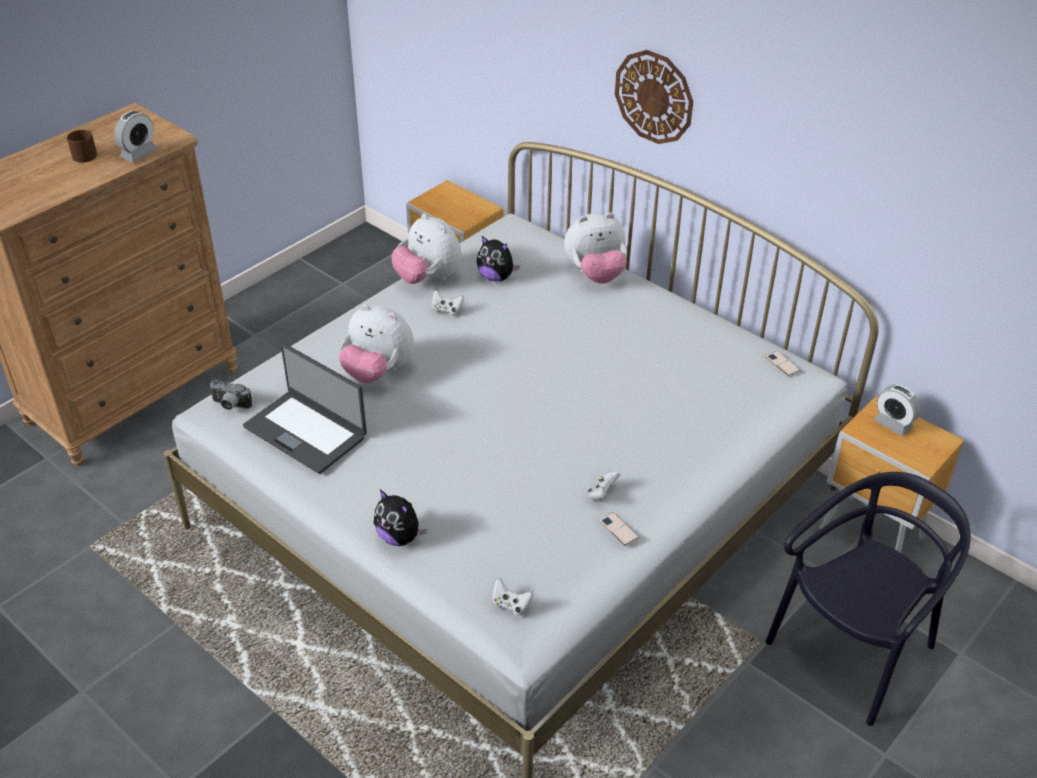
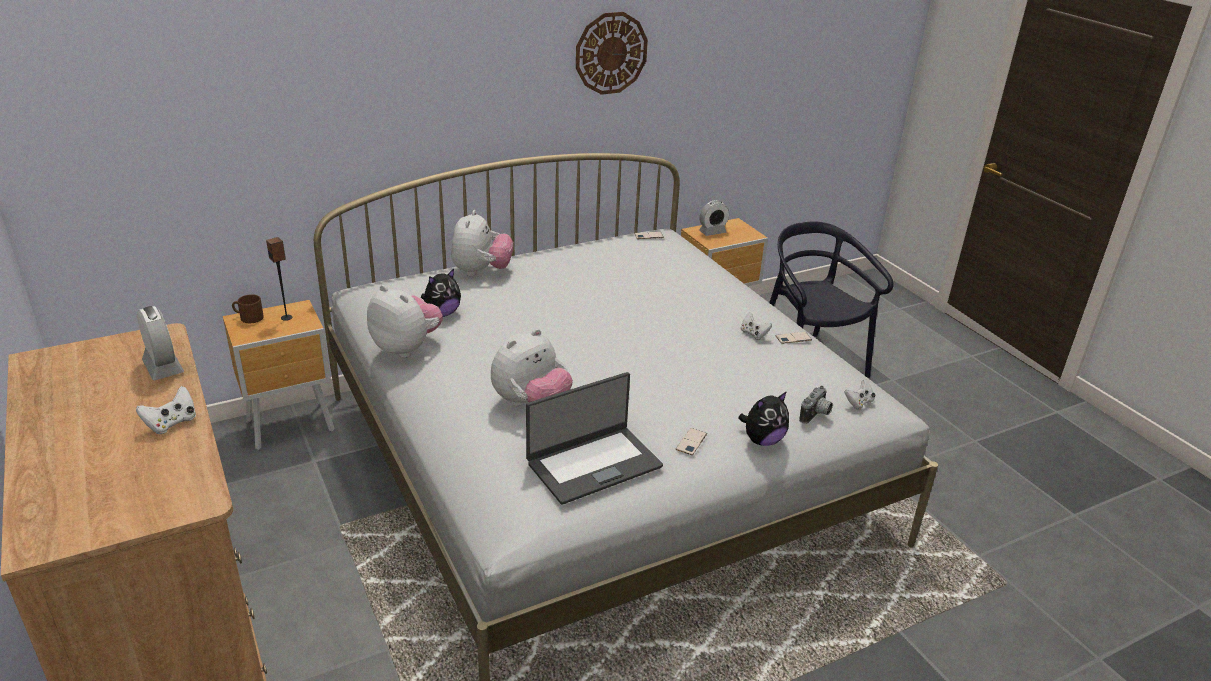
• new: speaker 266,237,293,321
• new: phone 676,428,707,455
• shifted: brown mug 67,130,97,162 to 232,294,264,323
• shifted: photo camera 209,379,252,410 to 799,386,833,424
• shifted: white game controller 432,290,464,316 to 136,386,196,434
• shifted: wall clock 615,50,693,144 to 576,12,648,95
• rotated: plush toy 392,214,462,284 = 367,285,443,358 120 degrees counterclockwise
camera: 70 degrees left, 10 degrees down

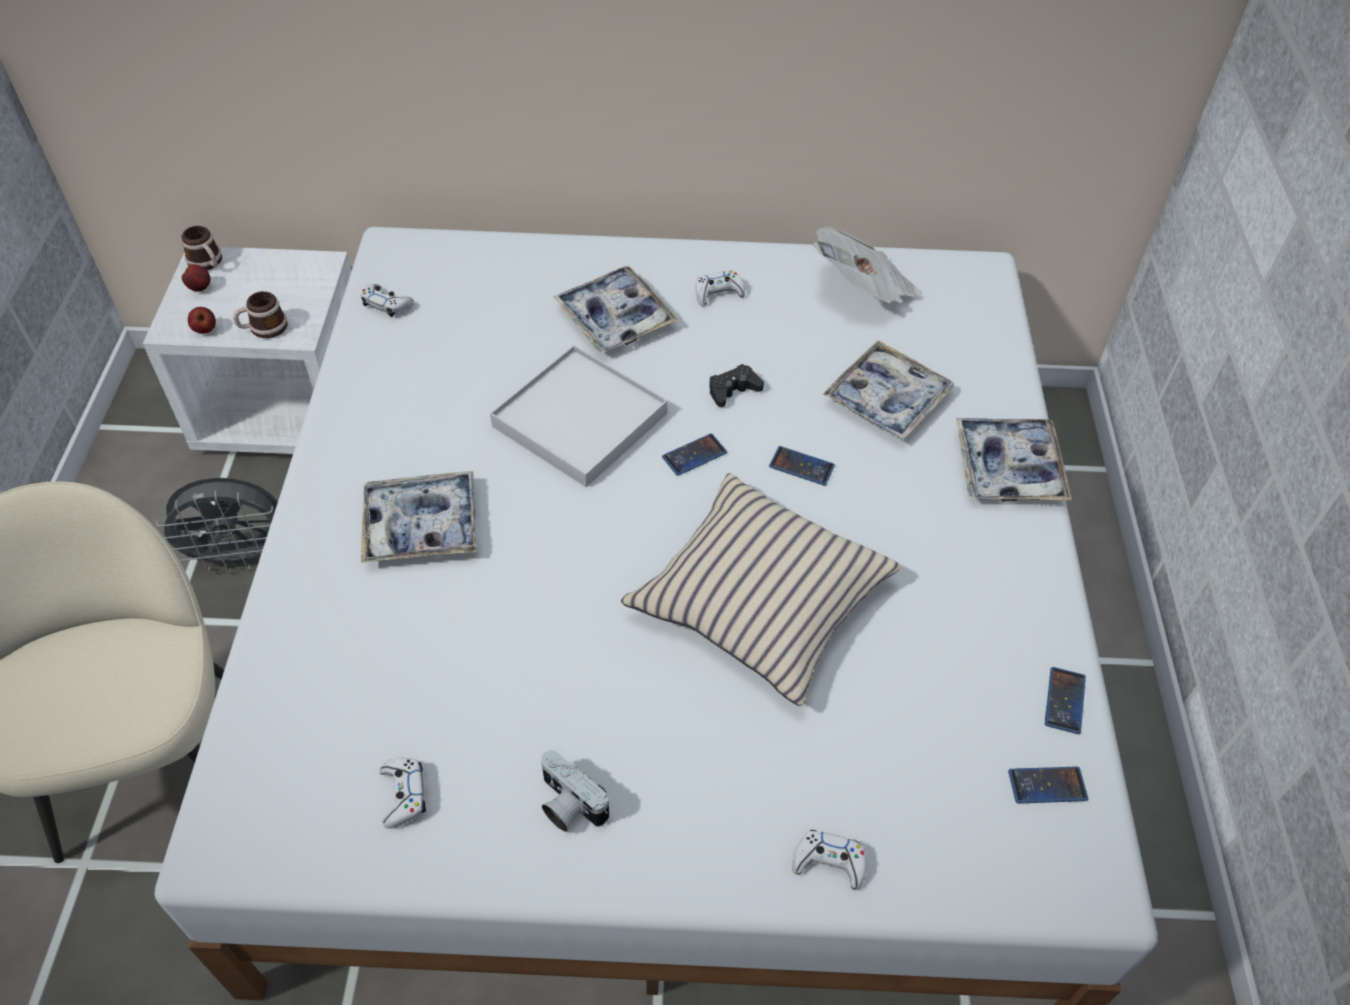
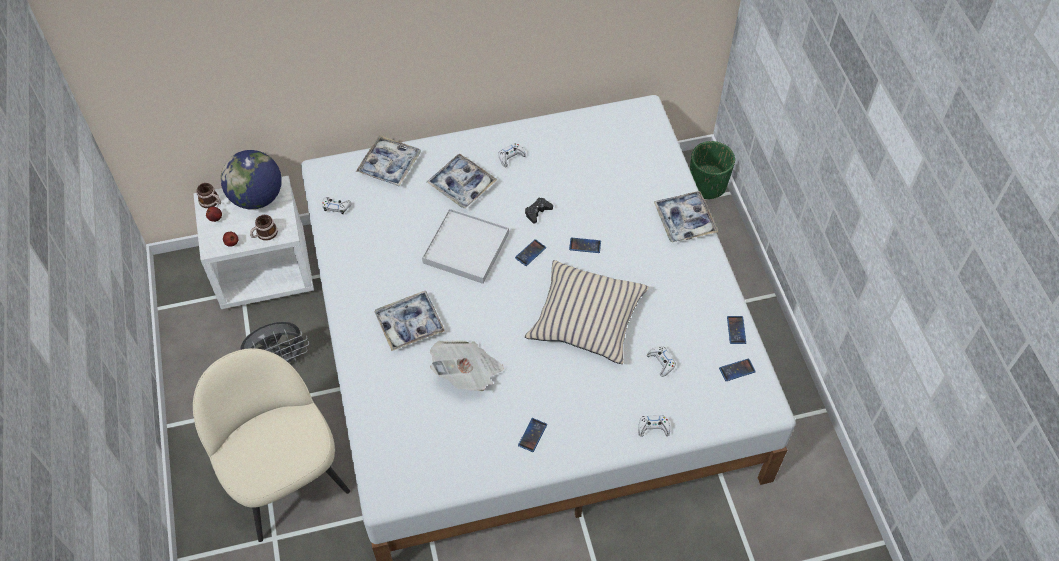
• new: globe 221,150,282,209
• new: green planter 690,141,735,199
• shifted: white game controller 380,757,426,829 to 647,346,676,377
• shifted: newspaper 813,226,922,304 to 430,340,504,392
• shifted: tray 823,340,954,440 to 356,135,421,186
• swapped: photo camera 541,750,609,832 to phone 518,418,547,452
camera: 15 degrees left, 5 degrees up

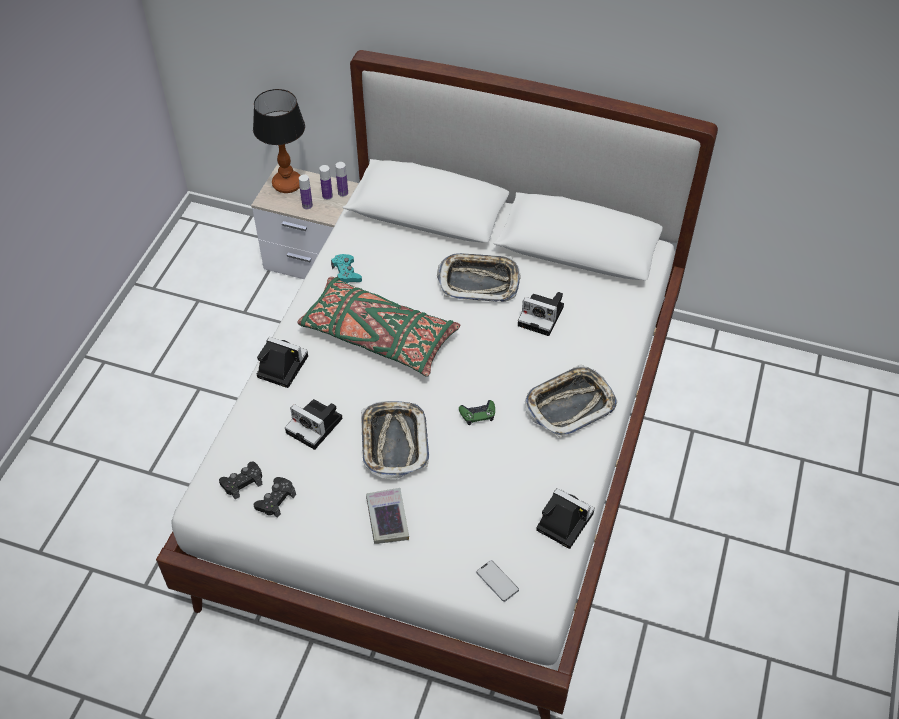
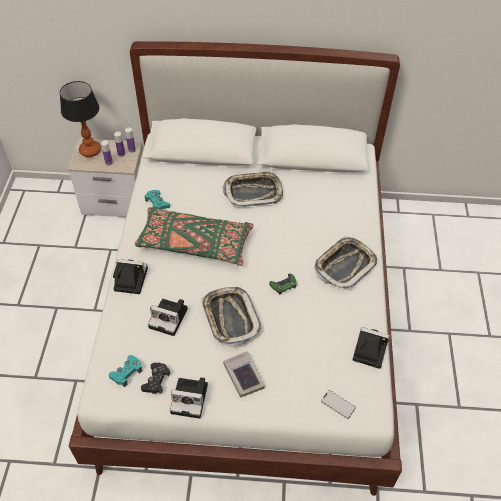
• shifted: photo camera 518,292,564,336 to 170,377,208,419
• repainted: black game controller 219,461,263,499 to turquoise game controller 108,355,142,387
camera: 15 degrees left, 0 degrees up

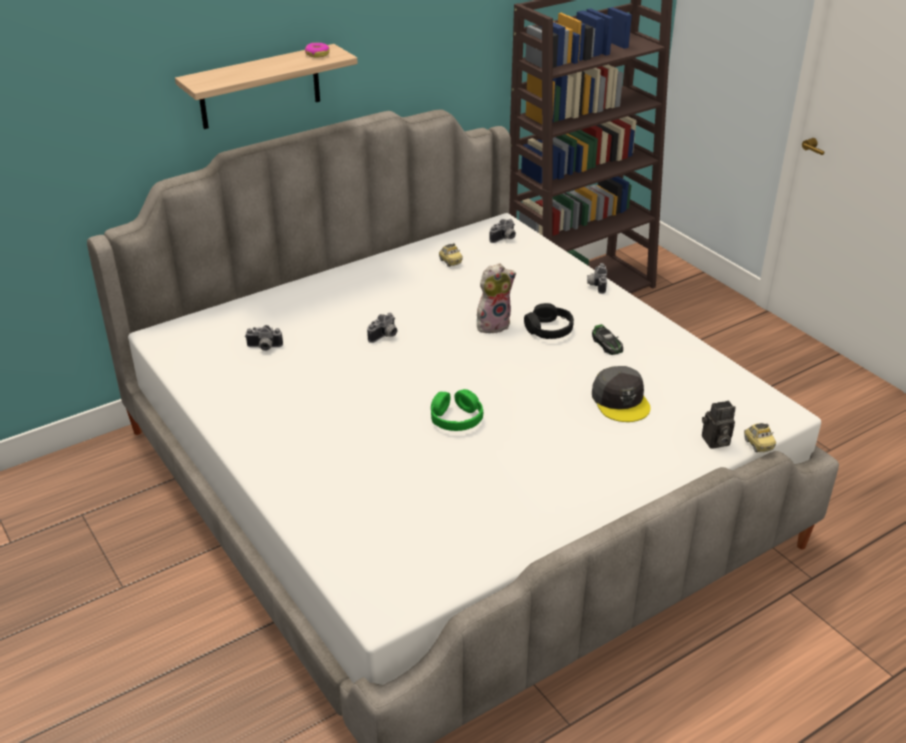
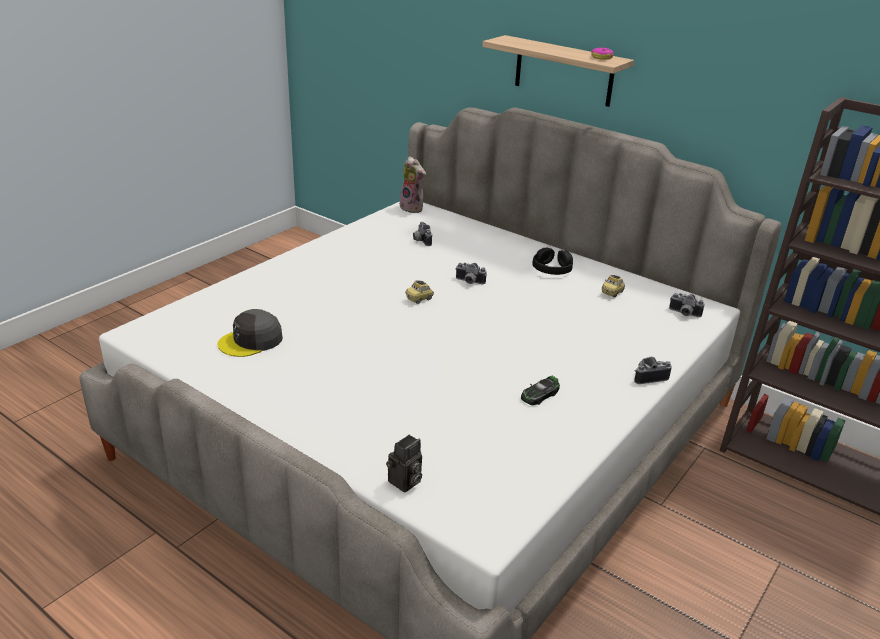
• gone: green headphones 431,389,483,431
• shifted: plush toy 477,263,516,333 to 400,156,426,213
• shifted: black headphones 524,303,574,339 to 532,247,573,275
• shifted: grey cap 592,366,650,422 to 218,309,283,357
• shifted: toy car 744,423,776,452 to 406,281,434,304
• rotated: photo camera 702,401,735,449 = 386,435,422,492 105 degrees counterclockwise
camera: 70 degrees right, 5 degrees down

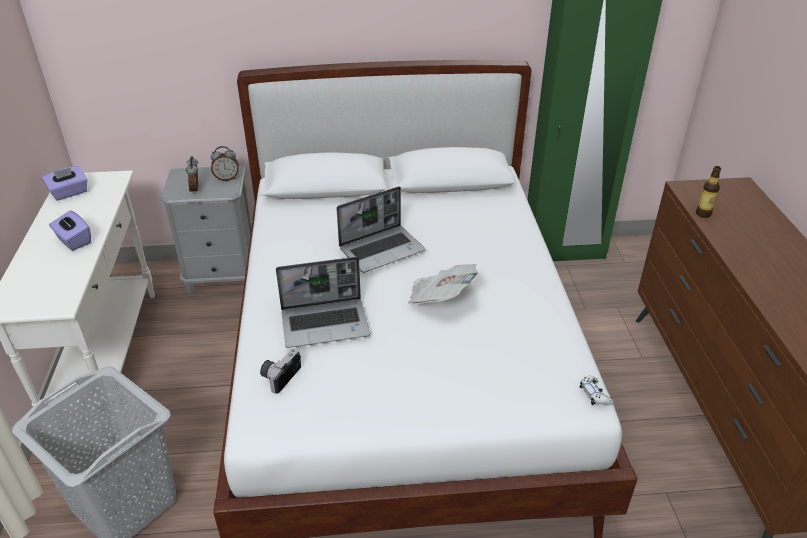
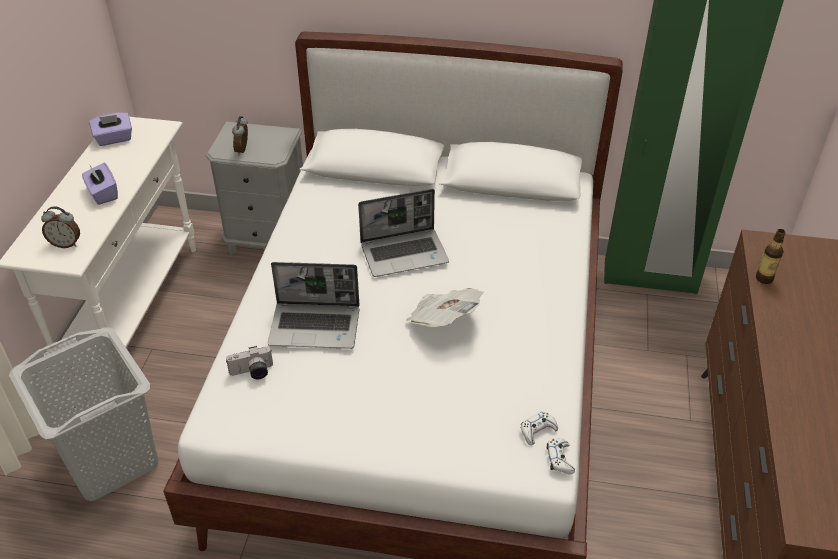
• new: white game controller 520,412,558,445
• shifted: alarm clock 211,146,239,181 to 41,206,80,248
• rotated: photo camera 260,348,301,394 = 226,346,273,379 150 degrees counterclockwise
camera: 15 degrees right, 5 degrees up

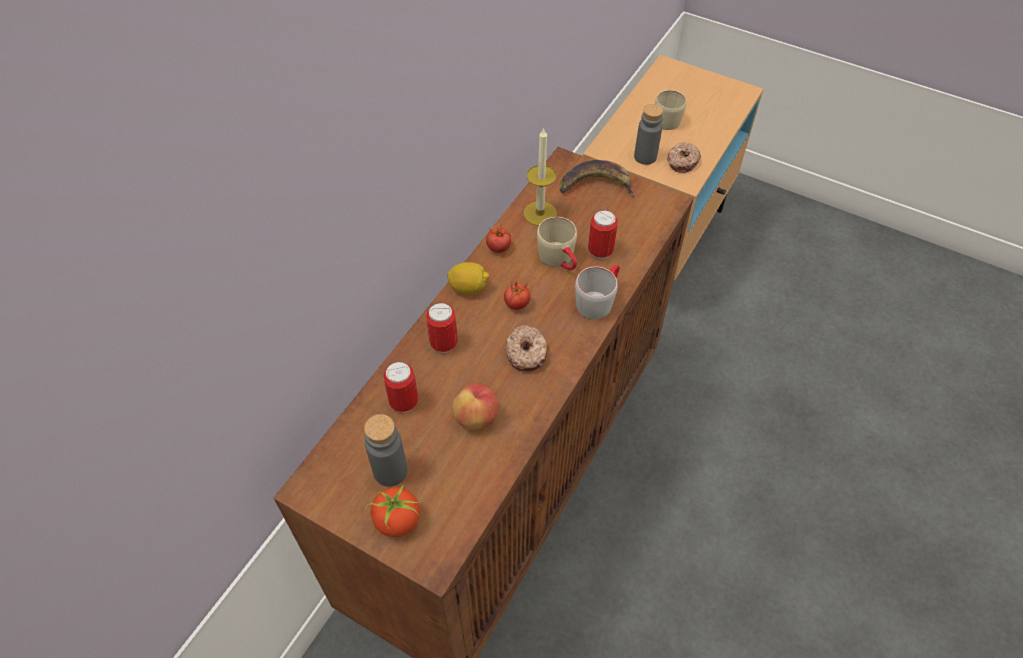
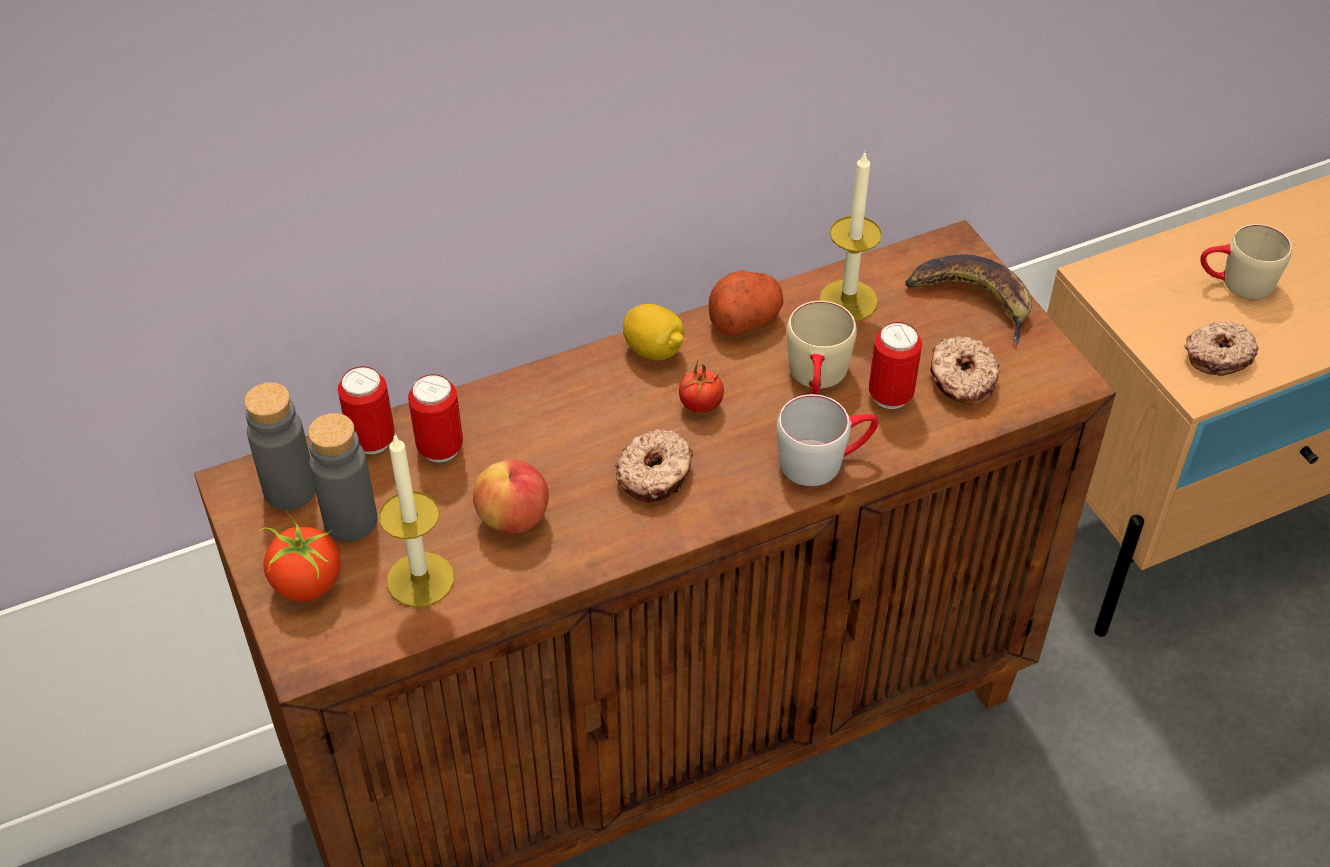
• new: candle 379,435,454,607
• new: donut 930,336,999,405
• shifted: can 426,302,458,353 to 338,366,395,454
• shifted: grey bottle 634,104,663,165 to 244,382,316,510
• swapped: tomato 486,225,511,253 to potato 709,271,783,336
camera: 35 degrees right, 5 degrees down

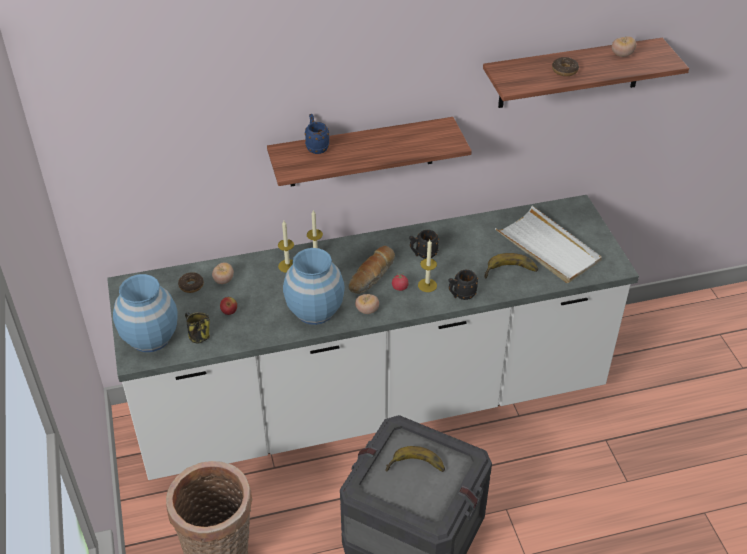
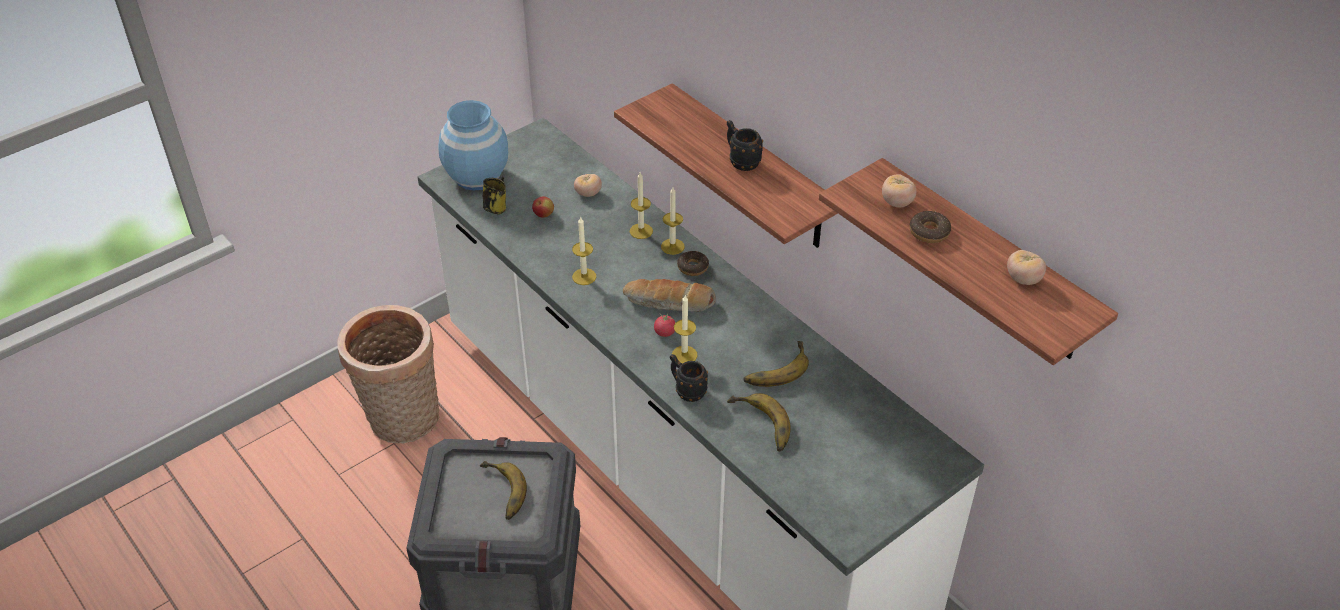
• gone: blue mug 305,114,329,154
• gone: white tray 495,206,602,283
• new: banana 743,341,809,387
• shifted: donut 178,272,204,293 to 677,251,709,276
• shifted: tomato 355,294,379,314 to 882,174,916,207
• shifted: black mug 409,230,439,259 to 727,120,763,171
• swapped: blue vase 283,248,345,325 to candle 572,217,596,285
camera: 65 degrees right, 0 degrees up

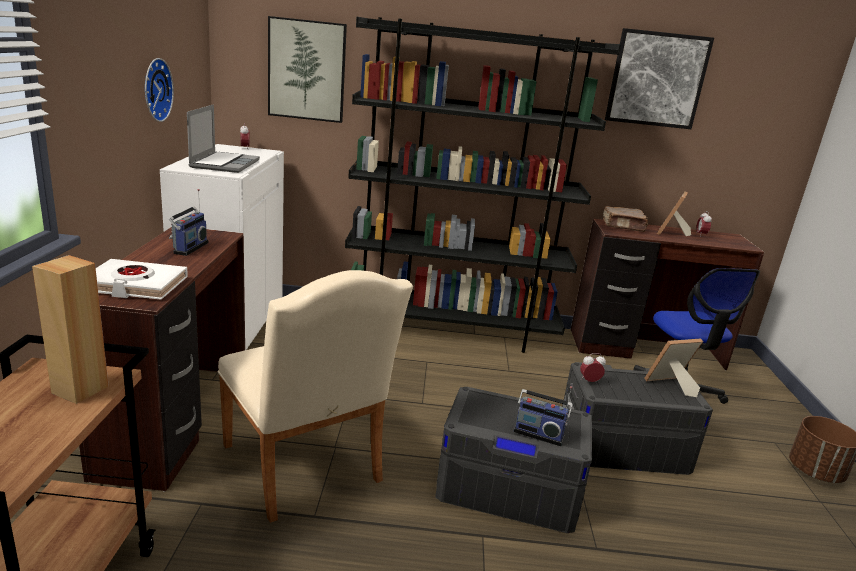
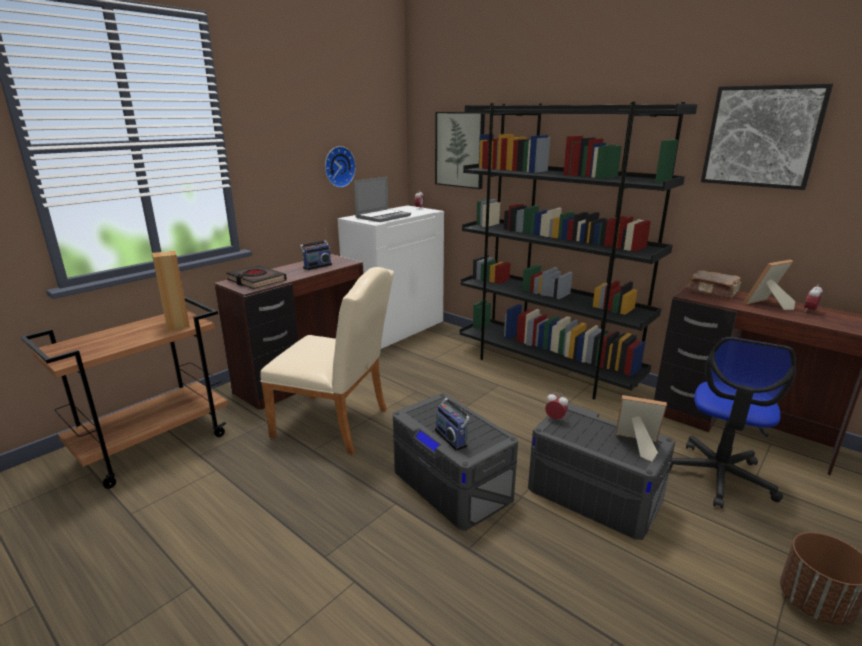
• repainted: white book 96,259,188,300 to black book 226,265,287,289
• rotated: beige chair 217,270,413,523 = 260,267,394,454 75 degrees counterclockwise
camera: 40 degrees right, 0 degrees up

